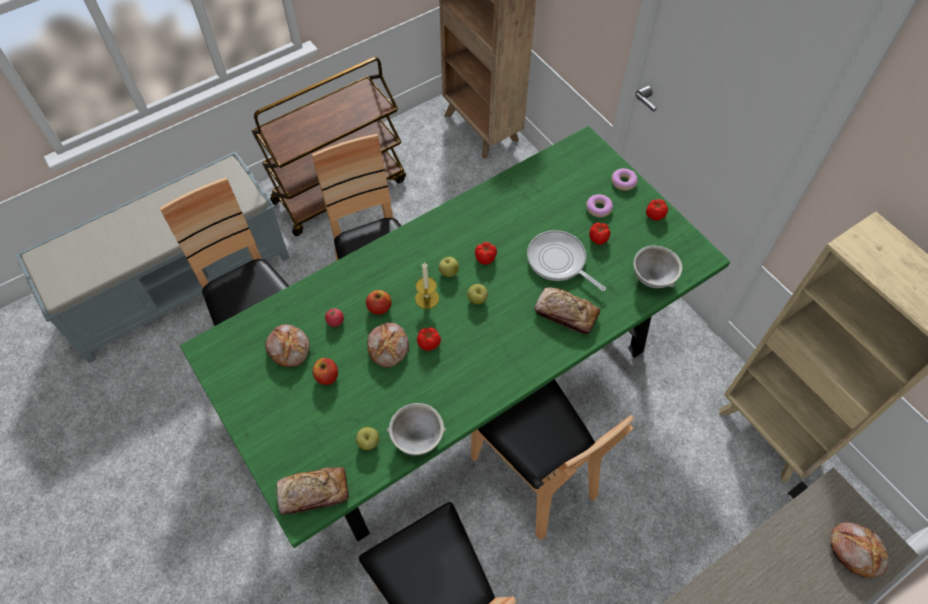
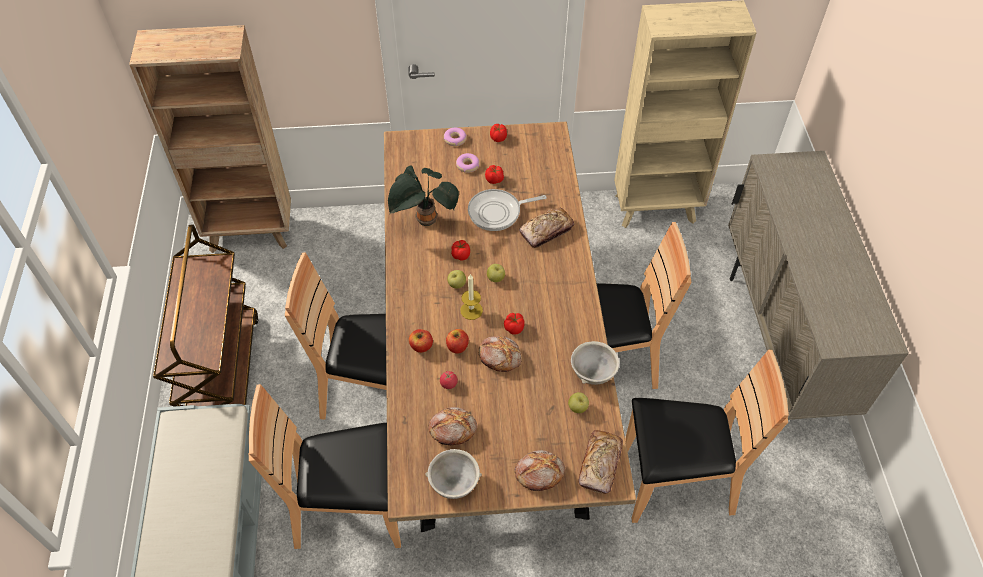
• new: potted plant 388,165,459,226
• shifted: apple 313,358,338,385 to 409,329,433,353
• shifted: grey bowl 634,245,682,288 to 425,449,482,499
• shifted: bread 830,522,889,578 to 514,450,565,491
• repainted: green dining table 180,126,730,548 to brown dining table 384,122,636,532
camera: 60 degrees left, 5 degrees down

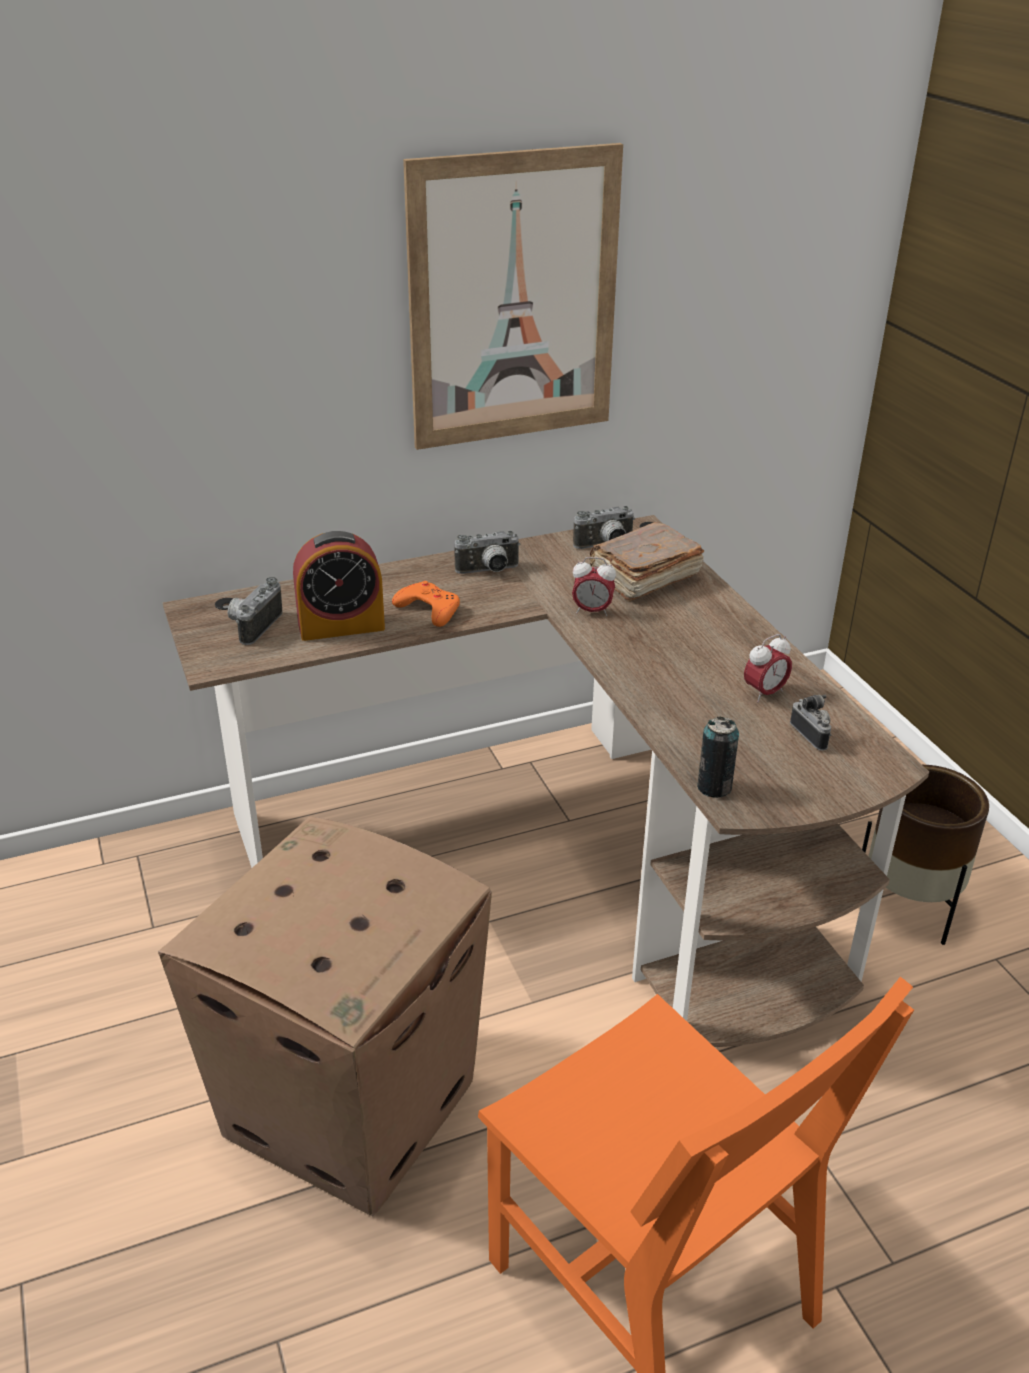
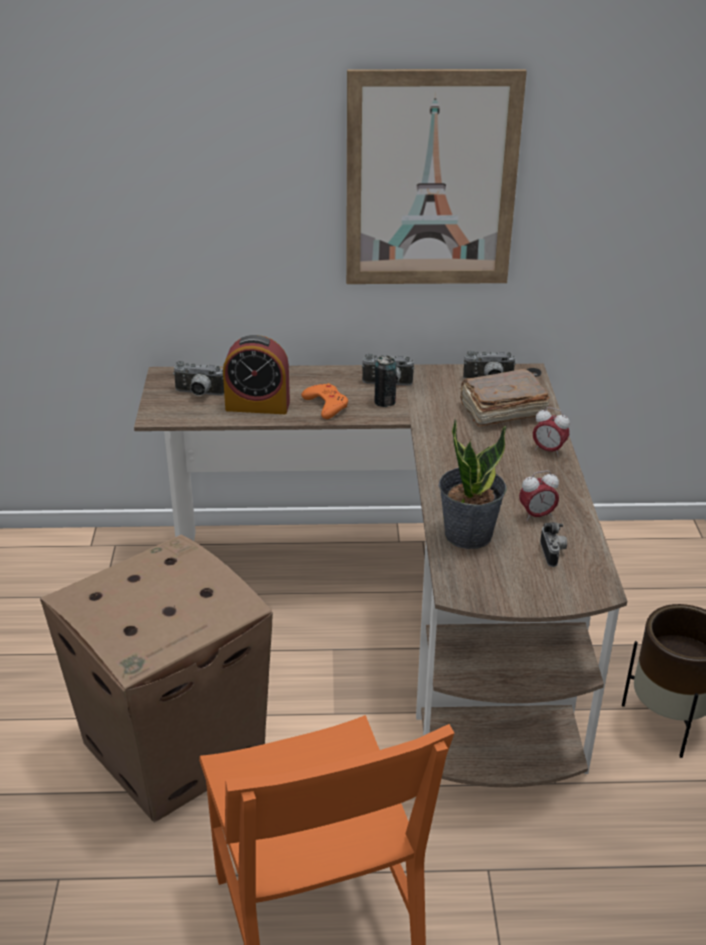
• new: potted plant 439,419,506,549
• shifted: alarm clock 572,557,616,617 to 533,407,570,457
• shifted: can 697,716,739,798 to 375,356,397,407
• rotated: photo camera 228,577,283,645 = 173,361,224,396 120 degrees counterclockwise
camera: 20 degrees right, 0 degrees up

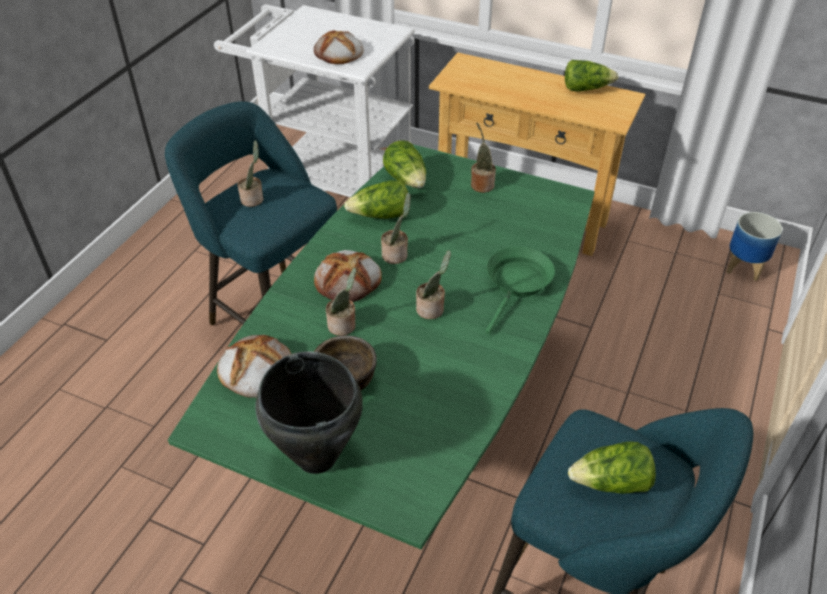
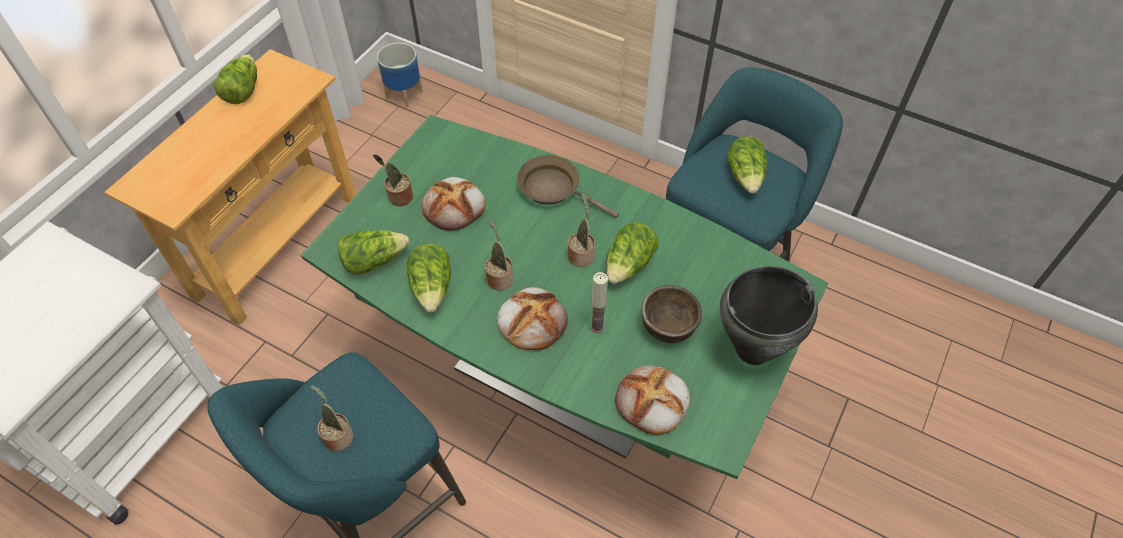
• new: lettuce 607,222,659,284
• shifted: bread 314,30,364,64 to 422,177,486,231
• swapped: potted plant 326,268,356,336 to candle 590,272,608,333
• repainted: green frying pan 486,247,555,334 to brown frying pan 517,155,619,218
camera: 85 degrees left, 10 degrees up

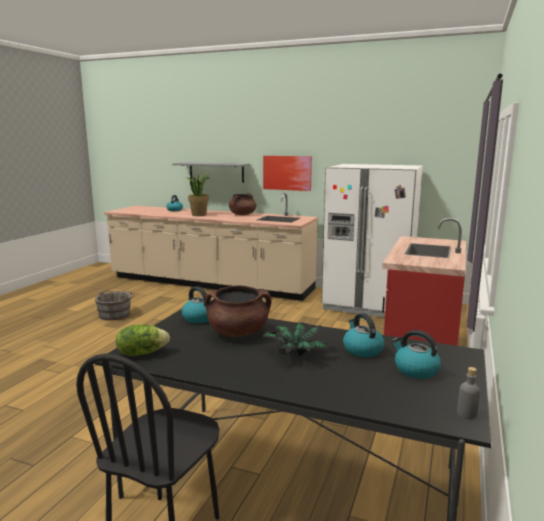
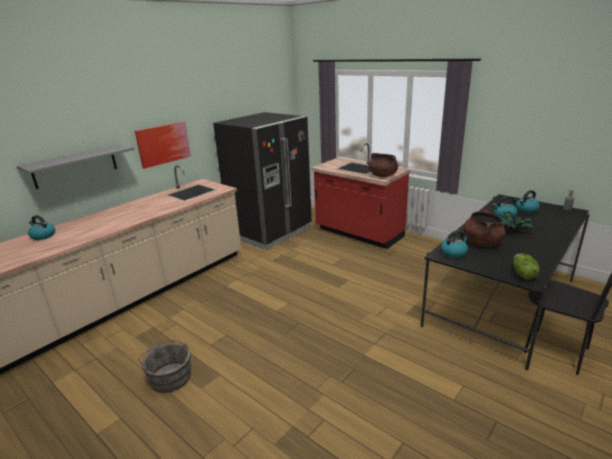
• gone: potted plant 186,174,211,216
• shifted: brown cooking pot 229,193,256,215 to 369,153,398,177
• repainted: white fridge 322,164,423,317 to black fridge 213,112,312,250
camera: 70 degrees left, 10 degrees up

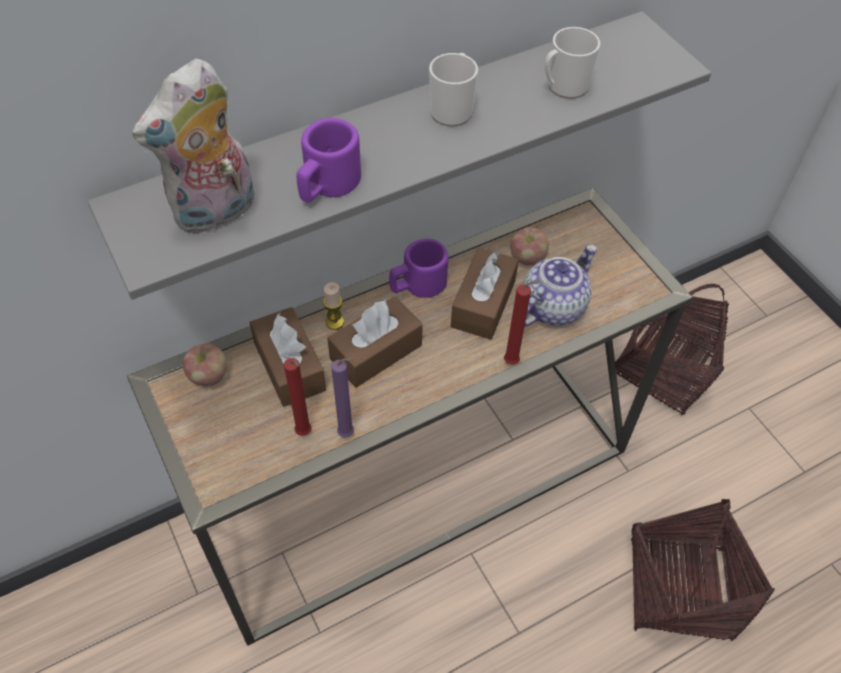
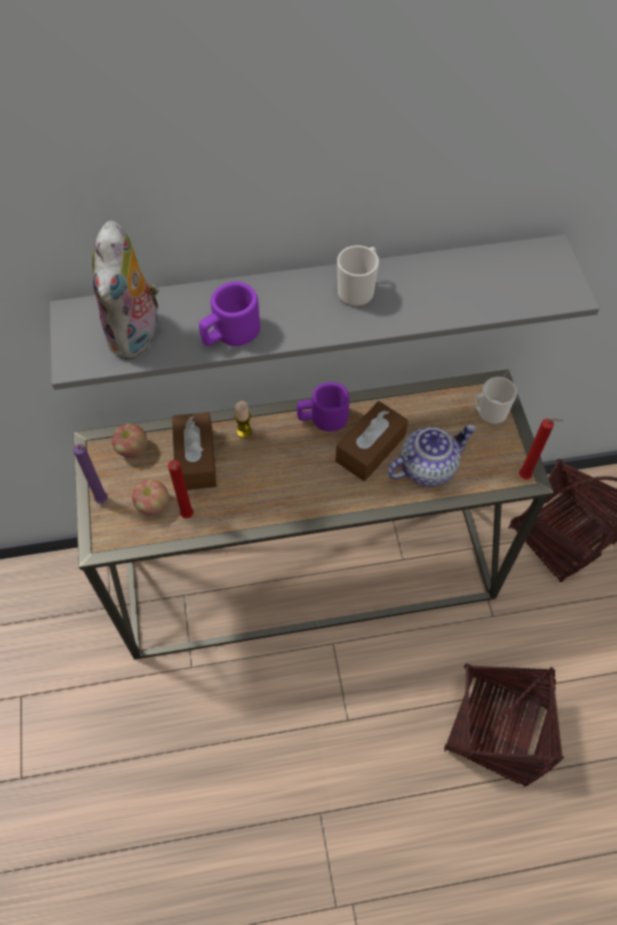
• gone: brown tissue box 327,297,423,388
• shifted: purple candle 331,358,354,437 to 73,444,108,504
• shifted: red candle 504,281,541,365 to 519,418,564,479
• shifted: apple 510,227,549,266 to 132,479,169,516
• shifted: mug 545,27,600,99 to 474,377,517,424
• rotated: plush toy 132,59,254,233 = 92,221,162,359 60 degrees counterclockwise
camera: 20 degrees right, 5 degrees up

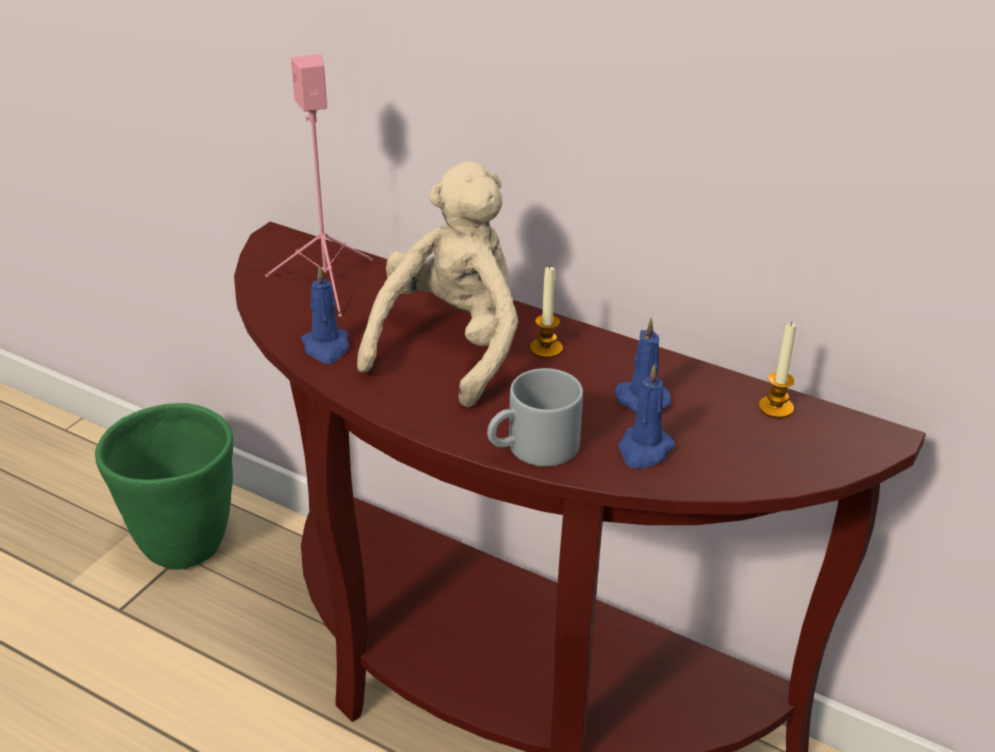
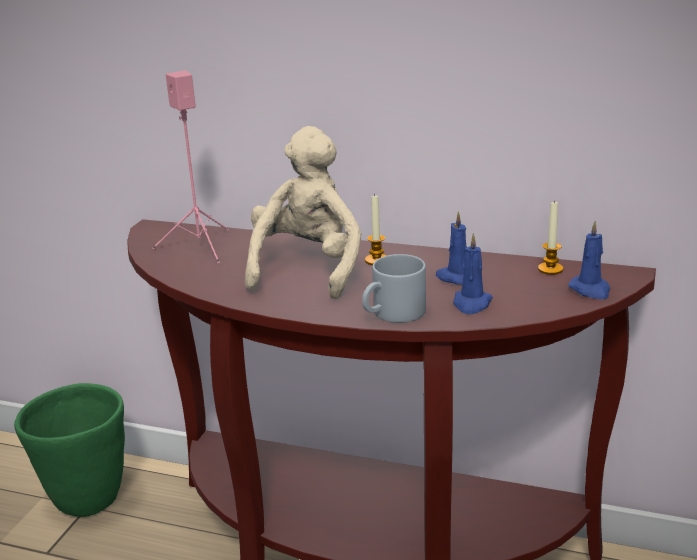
• shifted: blue candle 301,265,349,364 to 568,221,610,299
camera: 10 degrees left, 10 degrees down

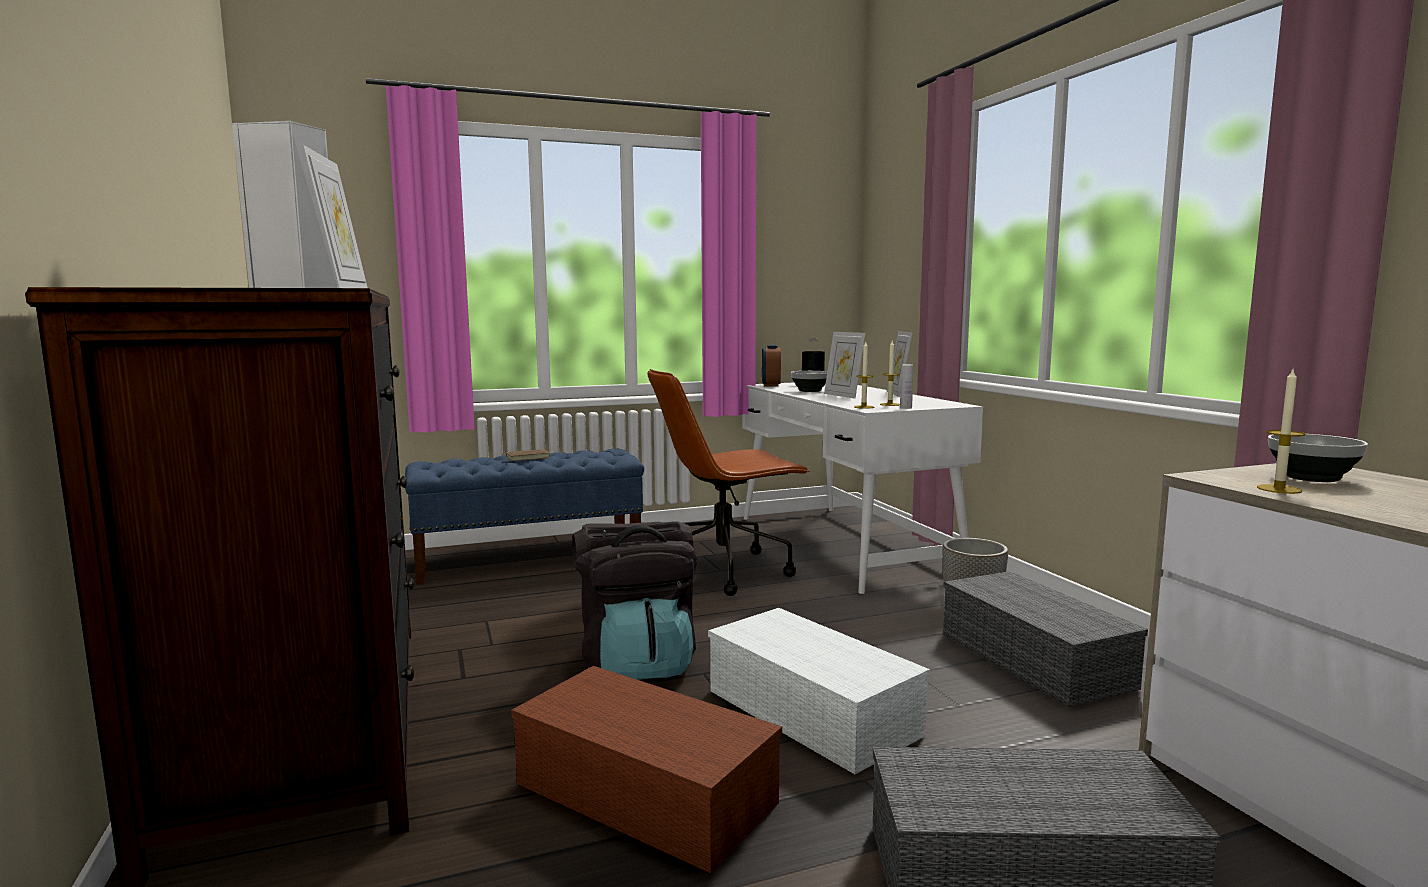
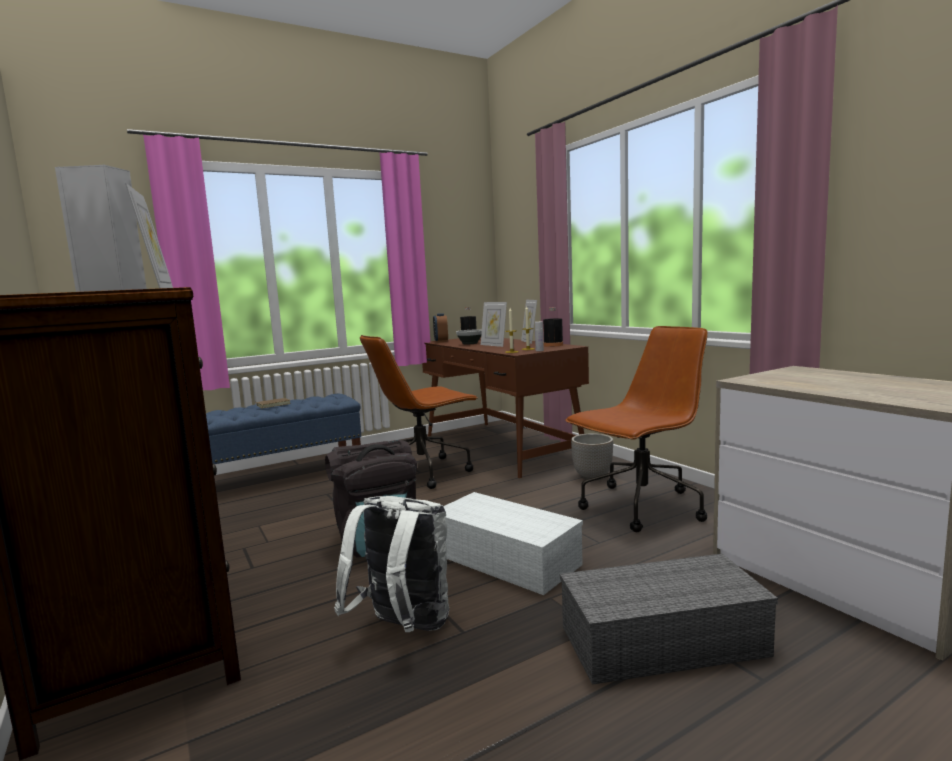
• gone: candle 1257,367,1305,494
• gone: bowl 1268,434,1368,482
• new: black bottle 543,308,563,347
• swapped: brown storage box 511,666,782,873 to white backpack 334,496,449,632
• swapped: grey storage box 943,571,1148,707 to brown office chair 565,326,708,532
• repainted: white desk 742,382,983,594 to brown desk 422,337,589,478
camera: 10 degrees left, 0 degrees up

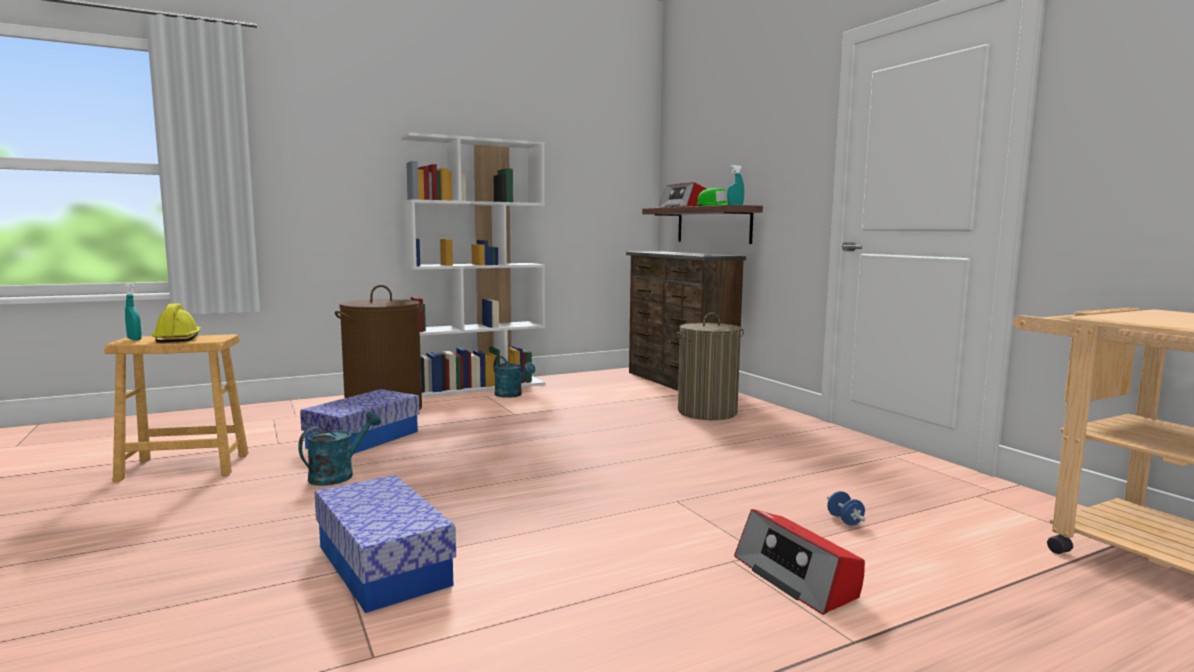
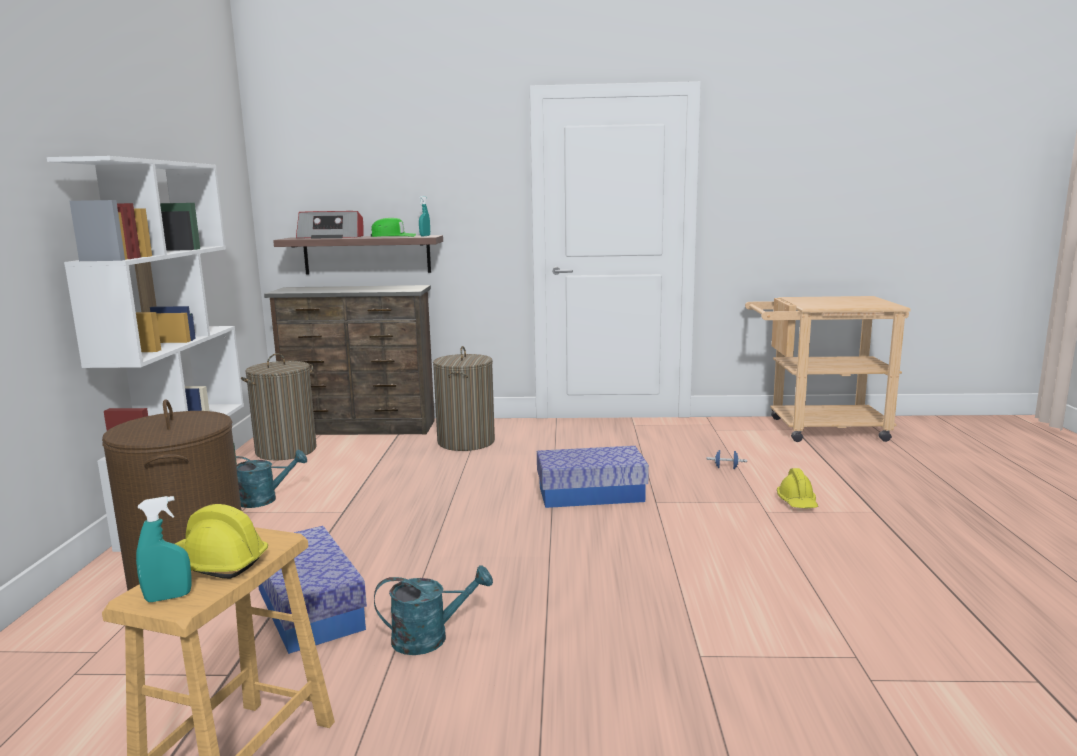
• new: laundry basket 241,353,317,460
• shifted: storage box 315,475,456,613 to 537,446,649,508
• swapped: radio 734,509,865,615 to yellow hard hat 777,468,818,508
• rotated: turquoise watering can 298,411,381,486 = 374,565,493,655 105 degrees clockwise
camera: 60 degrees left, 5 degrees up

